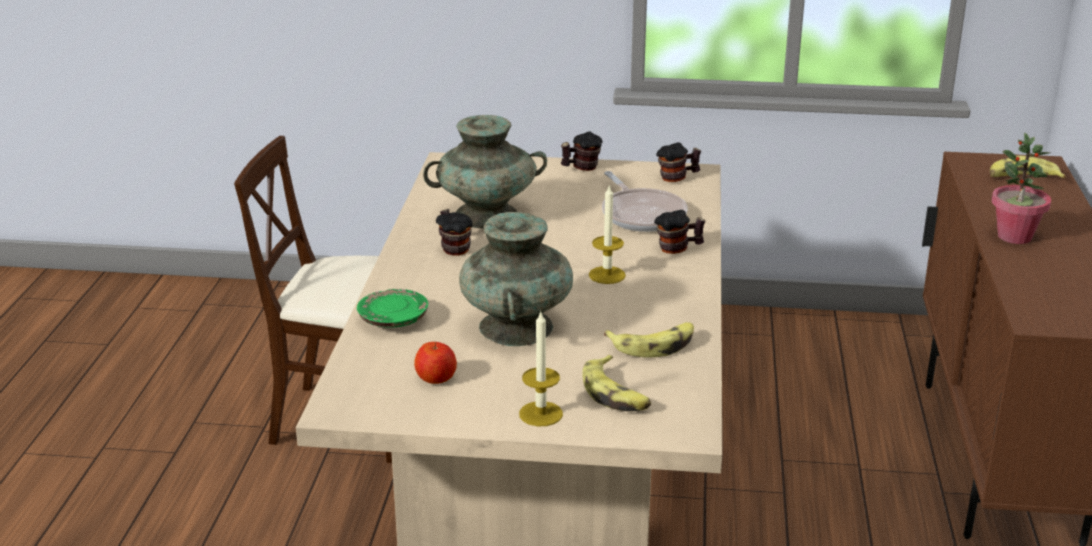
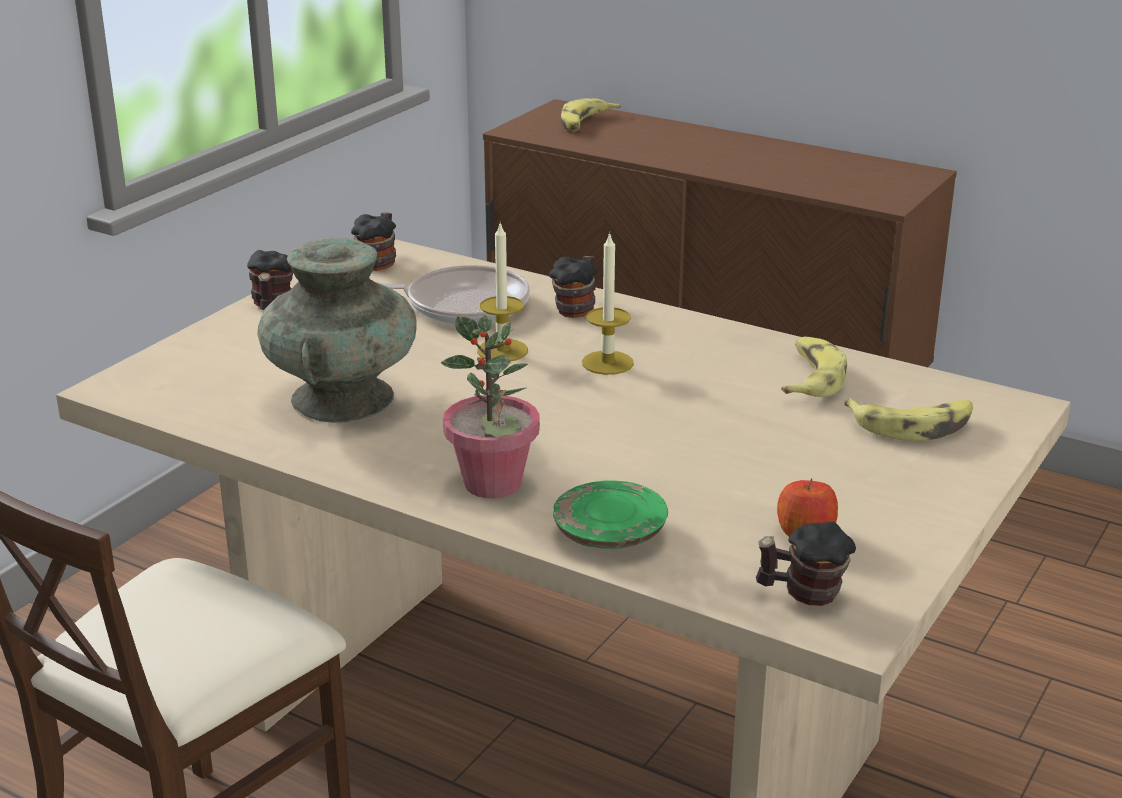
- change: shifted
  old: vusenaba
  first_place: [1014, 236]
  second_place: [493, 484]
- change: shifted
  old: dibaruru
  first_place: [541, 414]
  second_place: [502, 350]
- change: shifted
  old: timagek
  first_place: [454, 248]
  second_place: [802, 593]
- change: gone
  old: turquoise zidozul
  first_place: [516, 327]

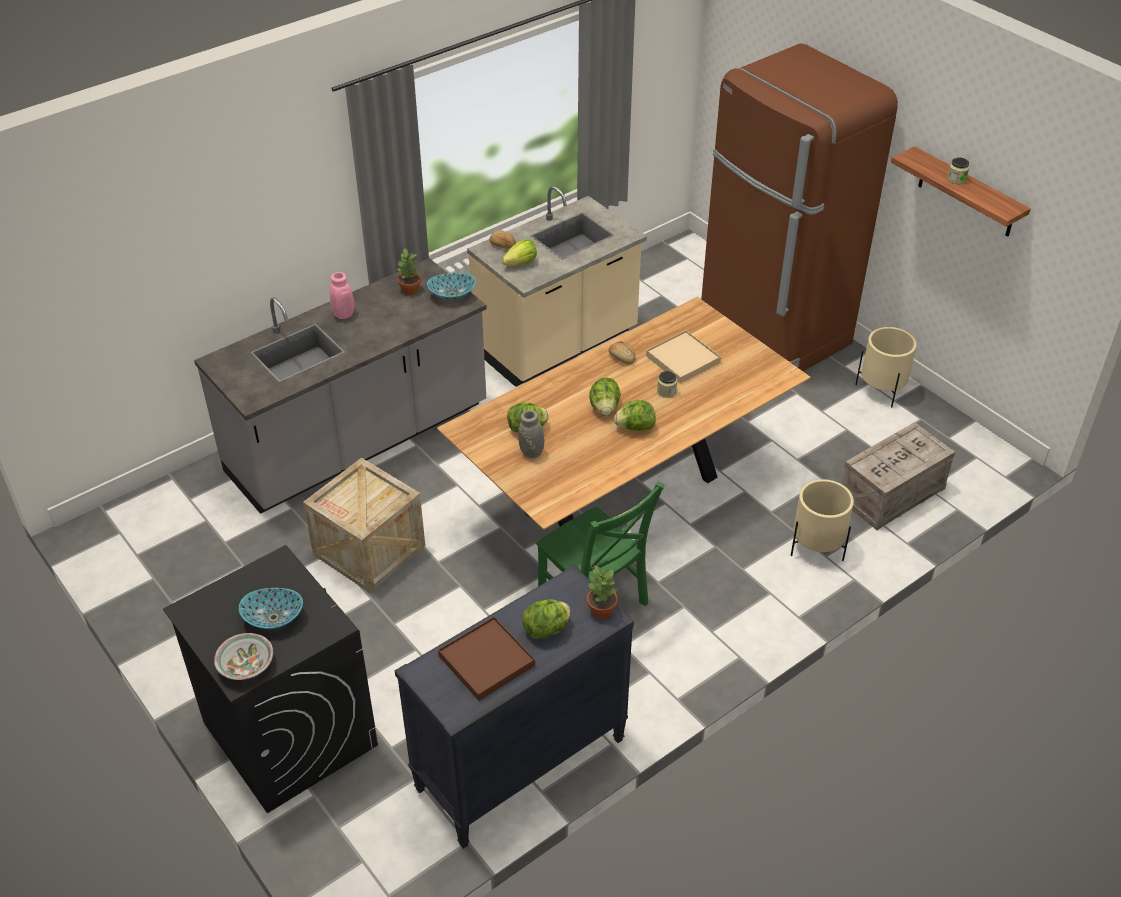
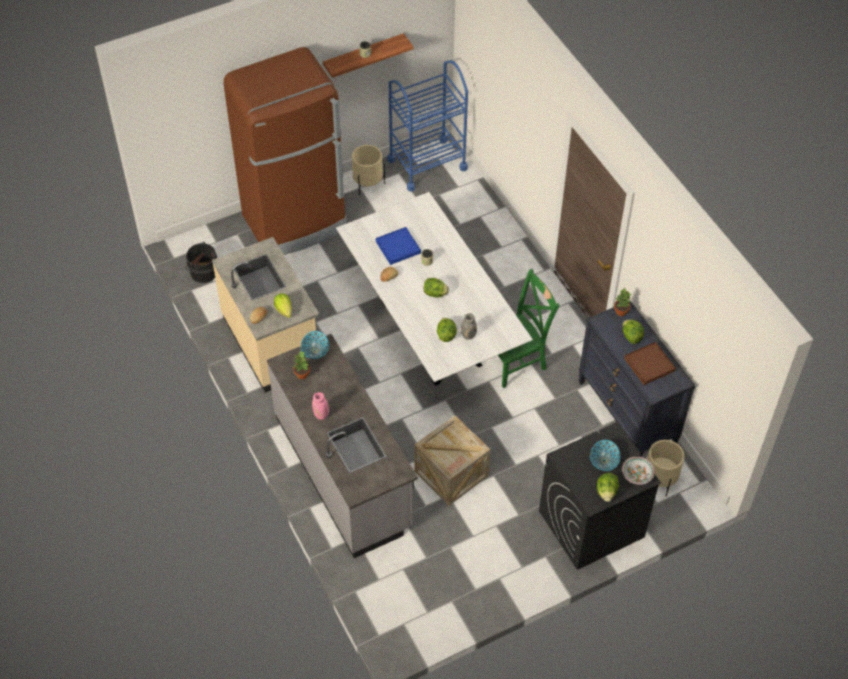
- change: new
  new: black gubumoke
  second_place: [202, 272]
- change: repainted
  old: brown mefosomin
  new: white mefosomin
  first_place: [623, 494]
  second_place: [430, 332]
- change: repainted
  old: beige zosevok
  new: blue zosevok
  first_place: [682, 359]
  second_place: [398, 247]
- change: new
  new: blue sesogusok
  second_place: [427, 164]
- change: shifted
  old: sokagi
  first_place: [635, 427]
  second_place: [606, 492]
- change: shifted
  old: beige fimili
  first_place: [817, 547]
  second_place: [660, 479]
- change: gone
  old: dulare
  first_place: [892, 492]

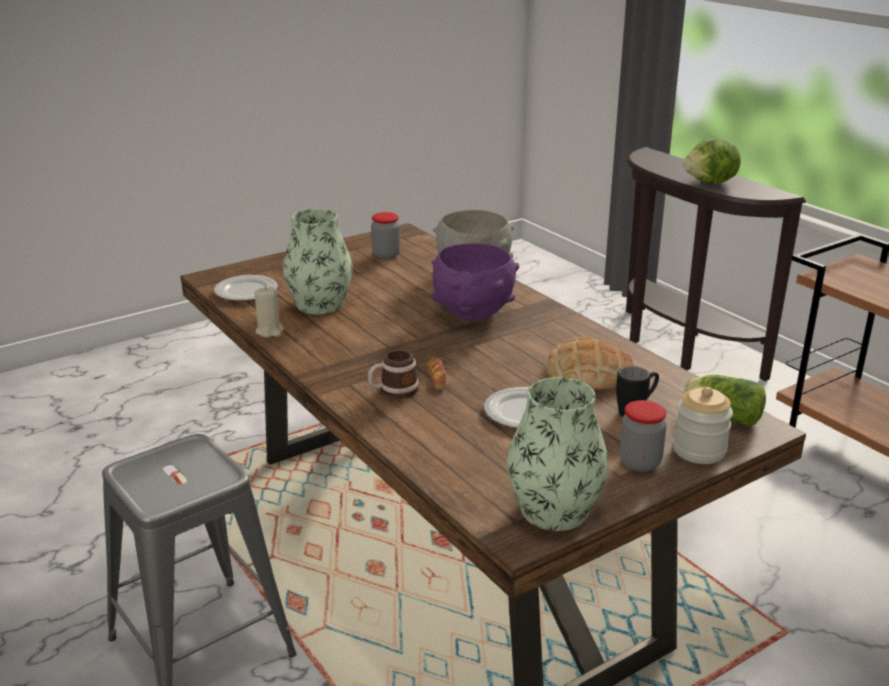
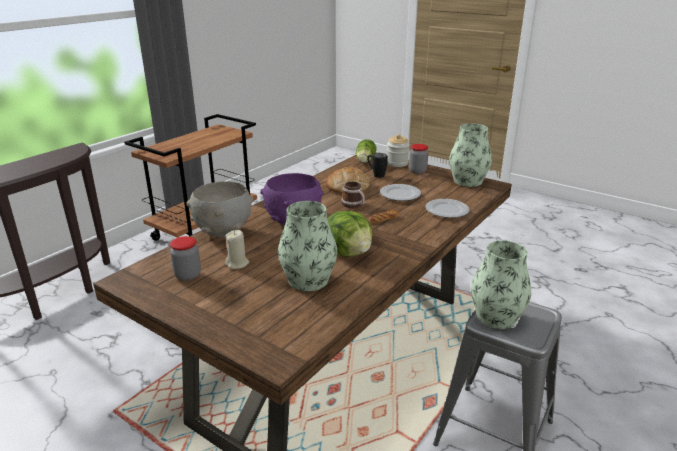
- change: shifted
  old: beige dibaruru
  first_place: [270, 331]
  second_place: [237, 263]
- change: shifted
  old: sokagi
  first_place: [711, 183]
  second_place: [349, 252]
- change: shifted
  old: timagek
  first_place: [393, 391]
  second_place: [354, 205]
- change: shifted
  old: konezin
  first_place: [246, 292]
  second_place: [447, 210]
- change: new
  new: zidozul
  second_place: [496, 317]

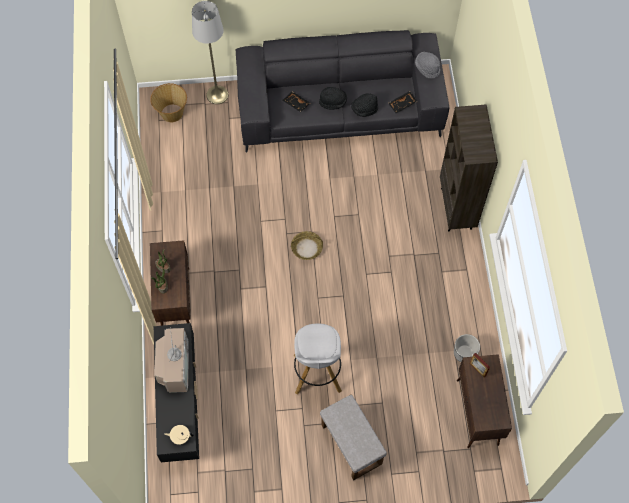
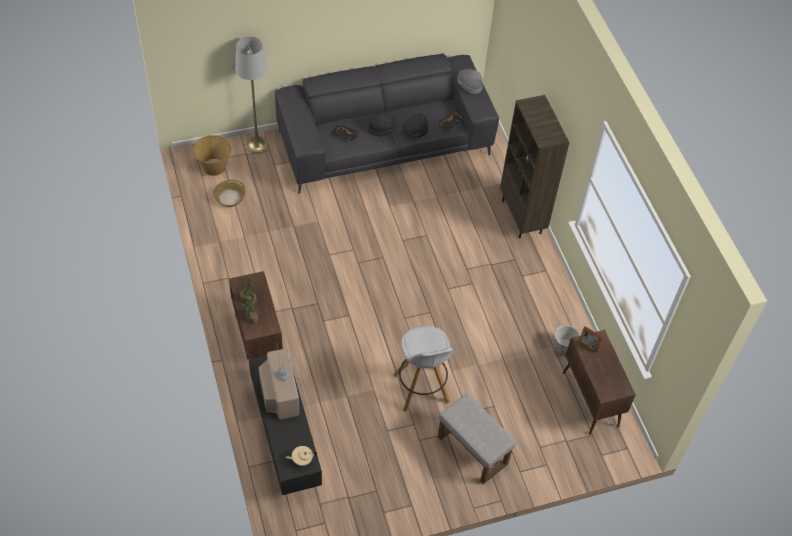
- change: shifted
  old: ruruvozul
  first_place: [307, 248]
  second_place: [230, 197]

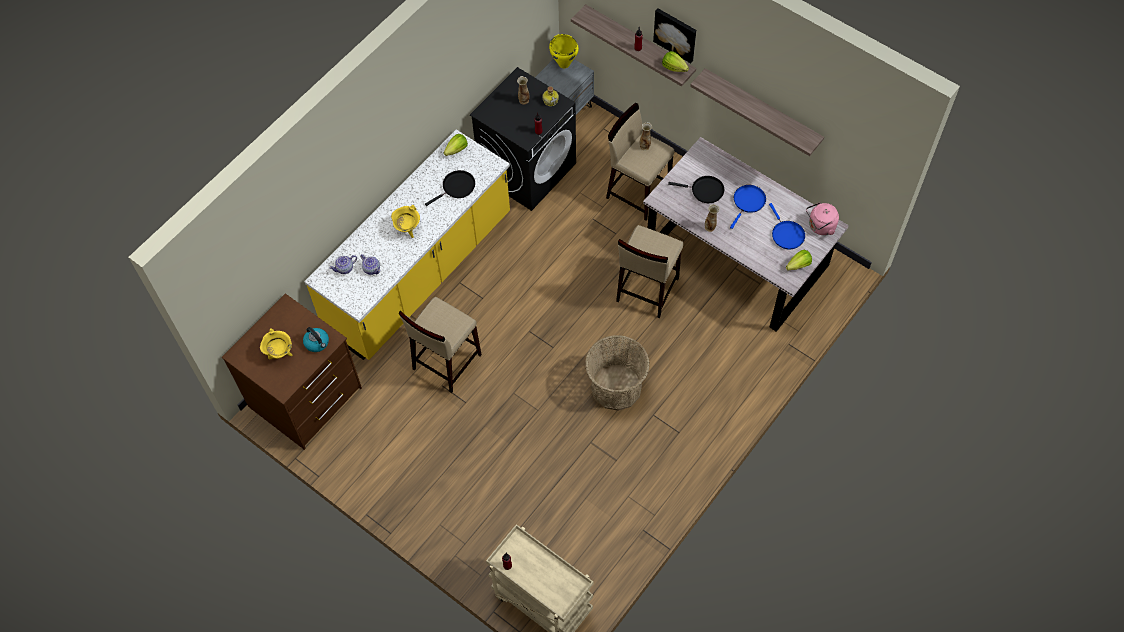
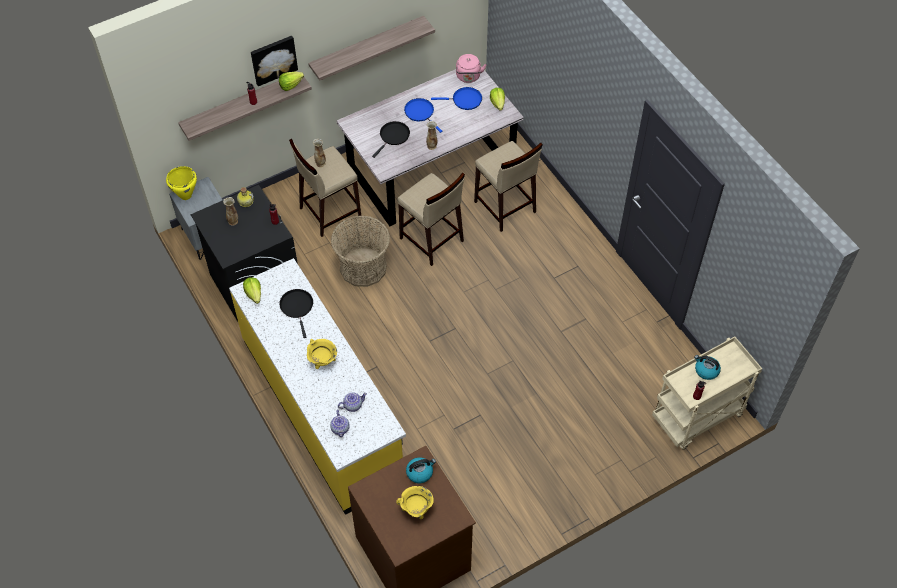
- change: shifted
  old: ruruvozul
  first_place: [616, 387]
  second_place: [363, 267]
- change: shifted
  old: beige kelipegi
  first_place: [446, 362]
  second_place: [504, 207]
- change: new
  new: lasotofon
  second_place: [706, 370]

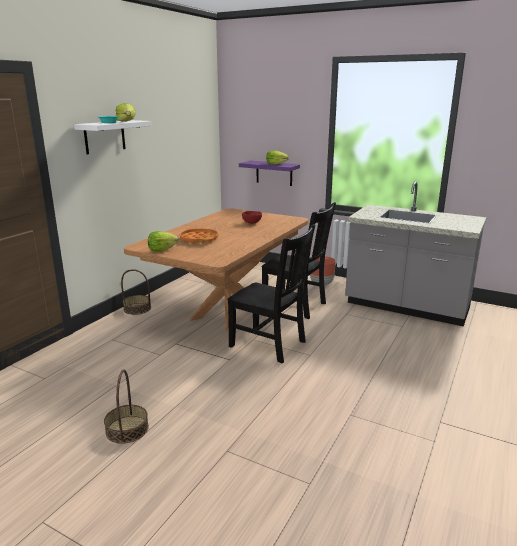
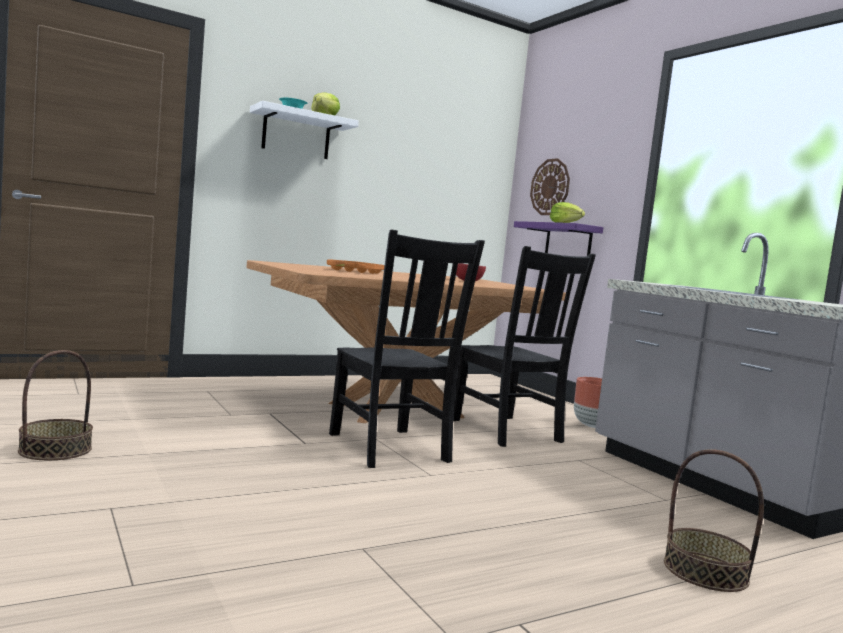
- change: new
  new: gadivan
  second_place: [550, 187]
- change: shifted
  old: ruruvozul
  first_place: [137, 308]
  second_place: [705, 571]
- change: gone
  old: sokagi
  first_place: [162, 250]

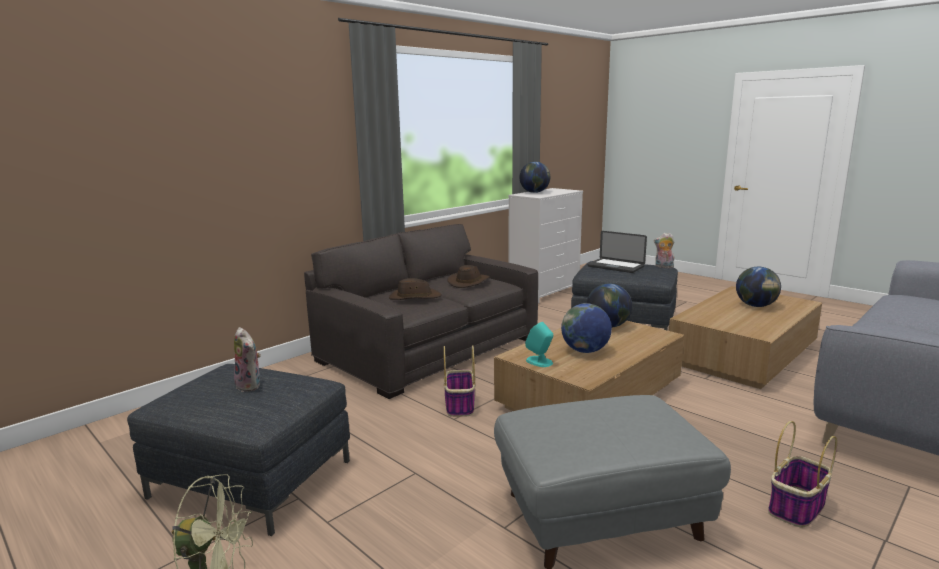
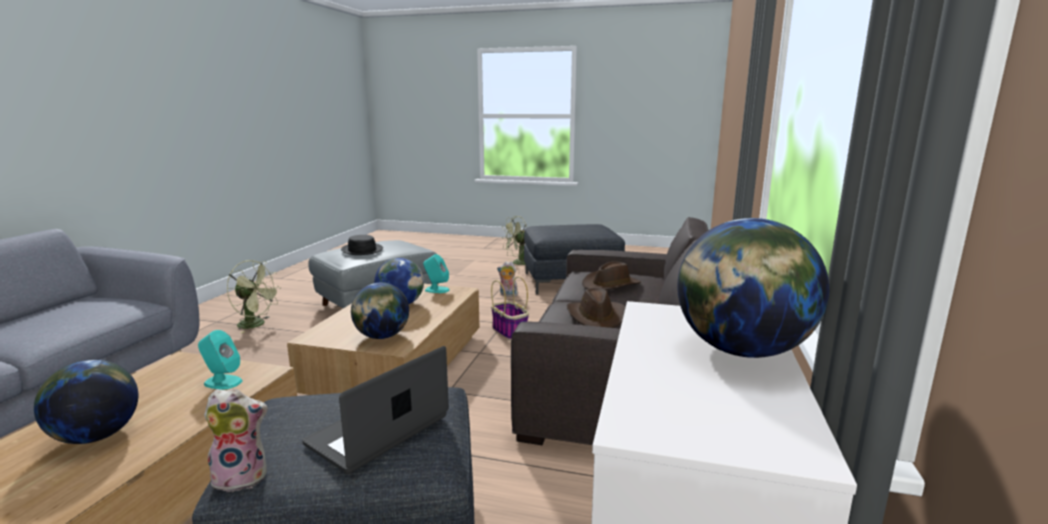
- change: new
  new: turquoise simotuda
  second_place: [222, 382]
- change: swapped
  old: ruruvozul
  new: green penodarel
  first_place: [796, 508]
  second_place: [257, 324]
- change: rotated
  old: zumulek
  first_place: [615, 266]
  second_place: [379, 431]
  degrees: -60
- change: new
  new: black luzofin
  second_place: [362, 250]
- change: shifted
  old: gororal
  first_place: [251, 385]
  second_place: [507, 295]

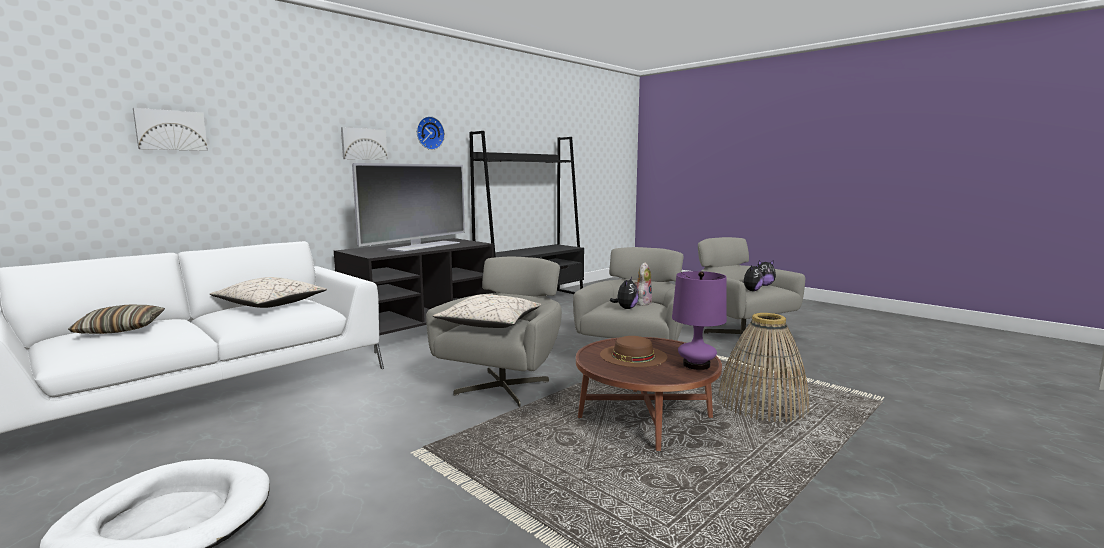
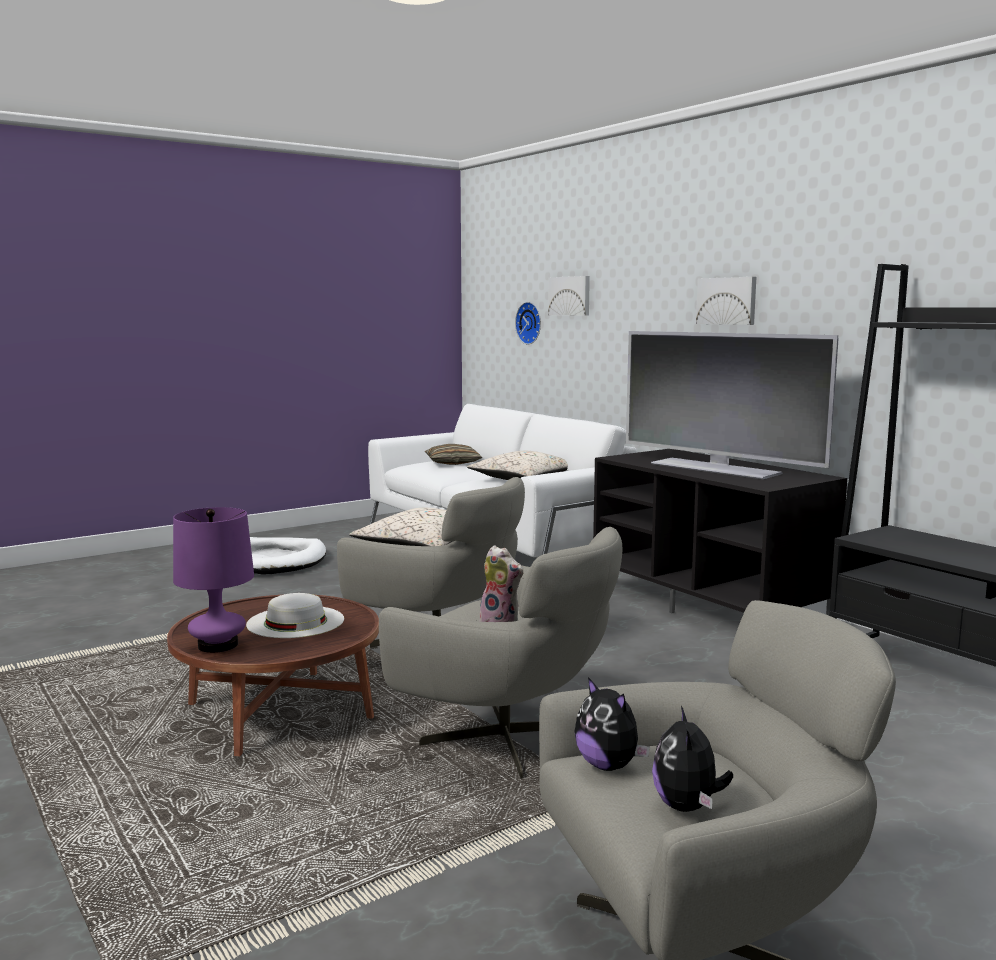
- change: repainted
  old: brown luzofin
  new: white luzofin
  first_place: [633, 355]
  second_place: [295, 621]
- change: shifted
  old: gadivan
  first_place: [429, 133]
  second_place: [530, 323]
- change: gone
  old: gororal
  first_place: [626, 308]
- change: gone
  old: ruruvozul
  first_place: [762, 404]

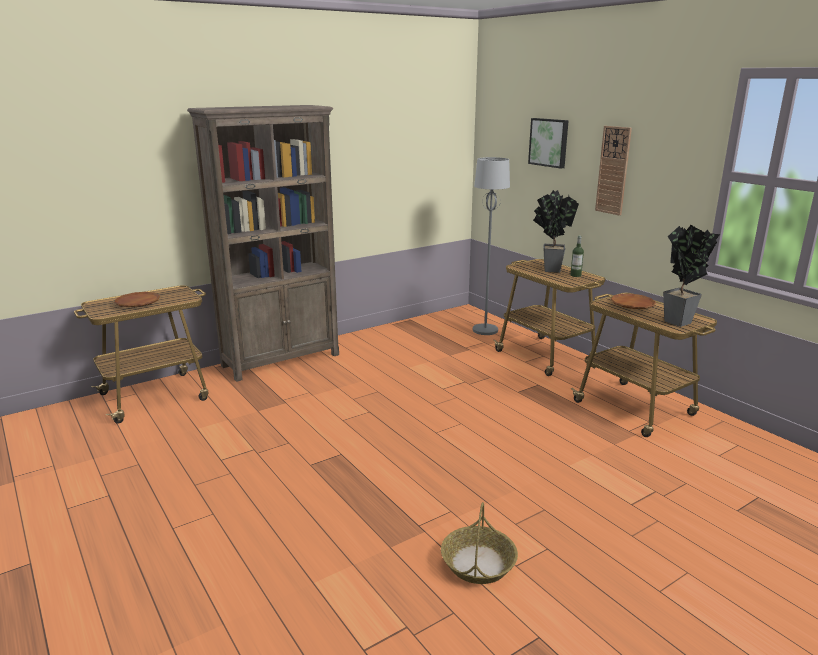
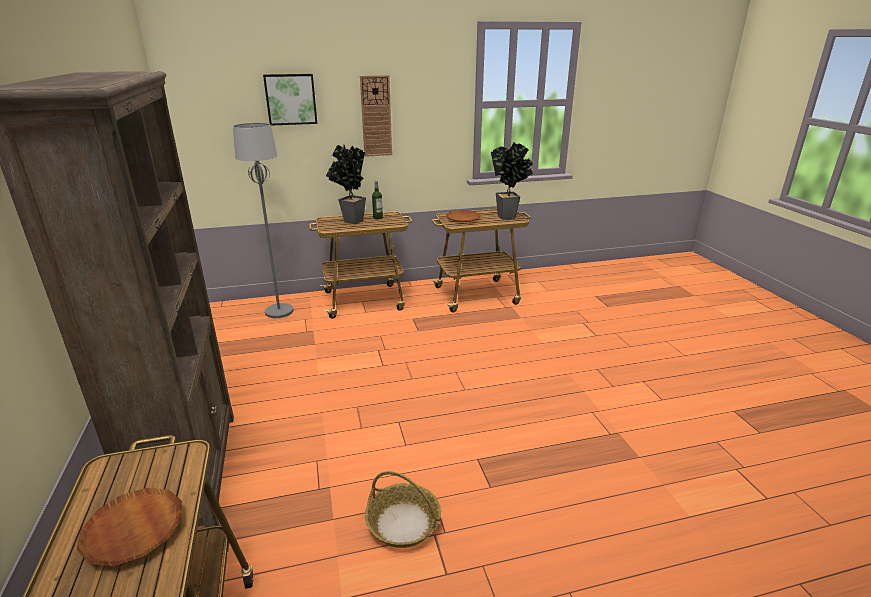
- change: shifted
  old: ruruvozul
  first_place: [478, 563]
  second_place: [404, 523]

